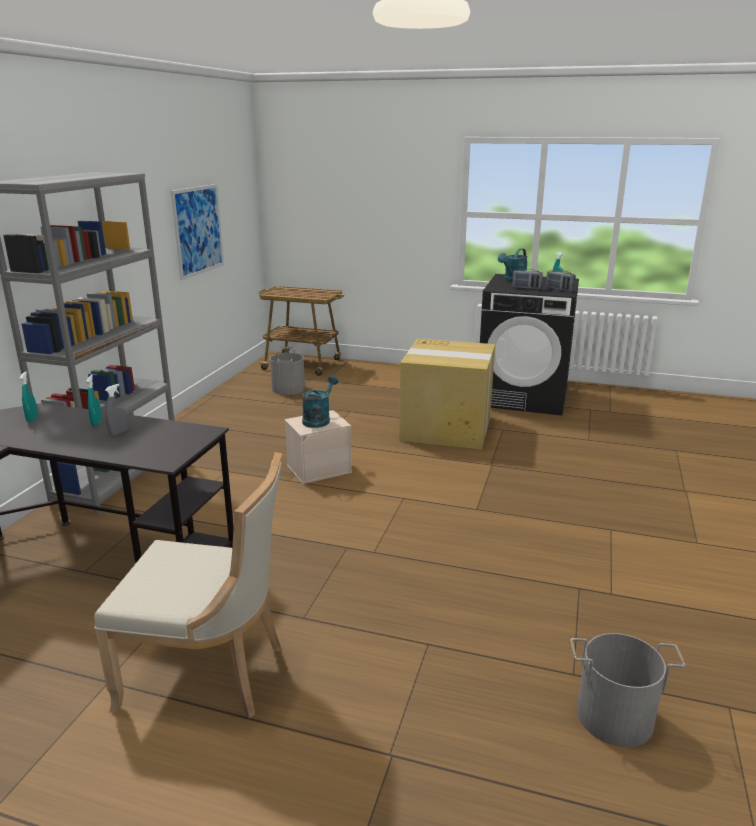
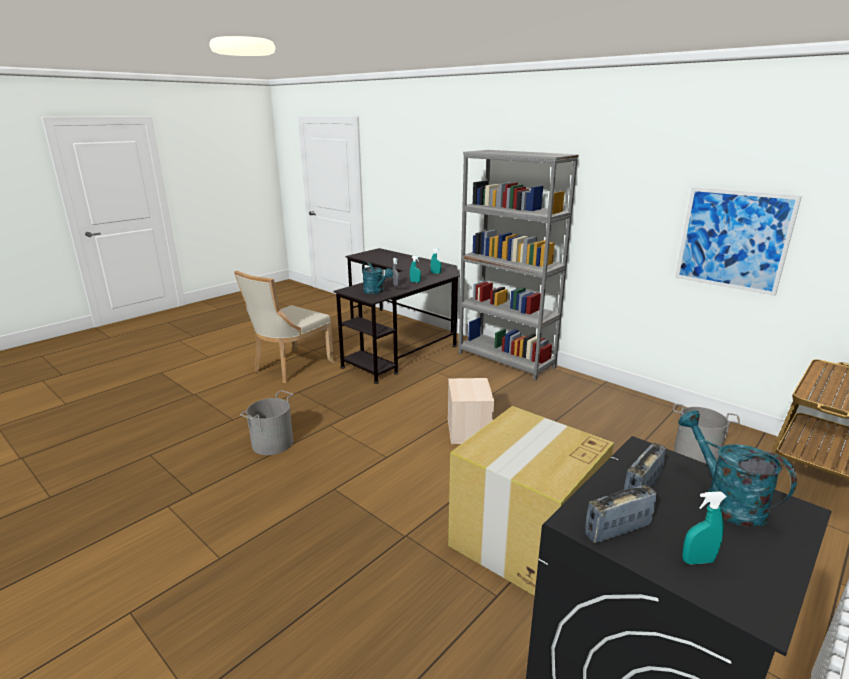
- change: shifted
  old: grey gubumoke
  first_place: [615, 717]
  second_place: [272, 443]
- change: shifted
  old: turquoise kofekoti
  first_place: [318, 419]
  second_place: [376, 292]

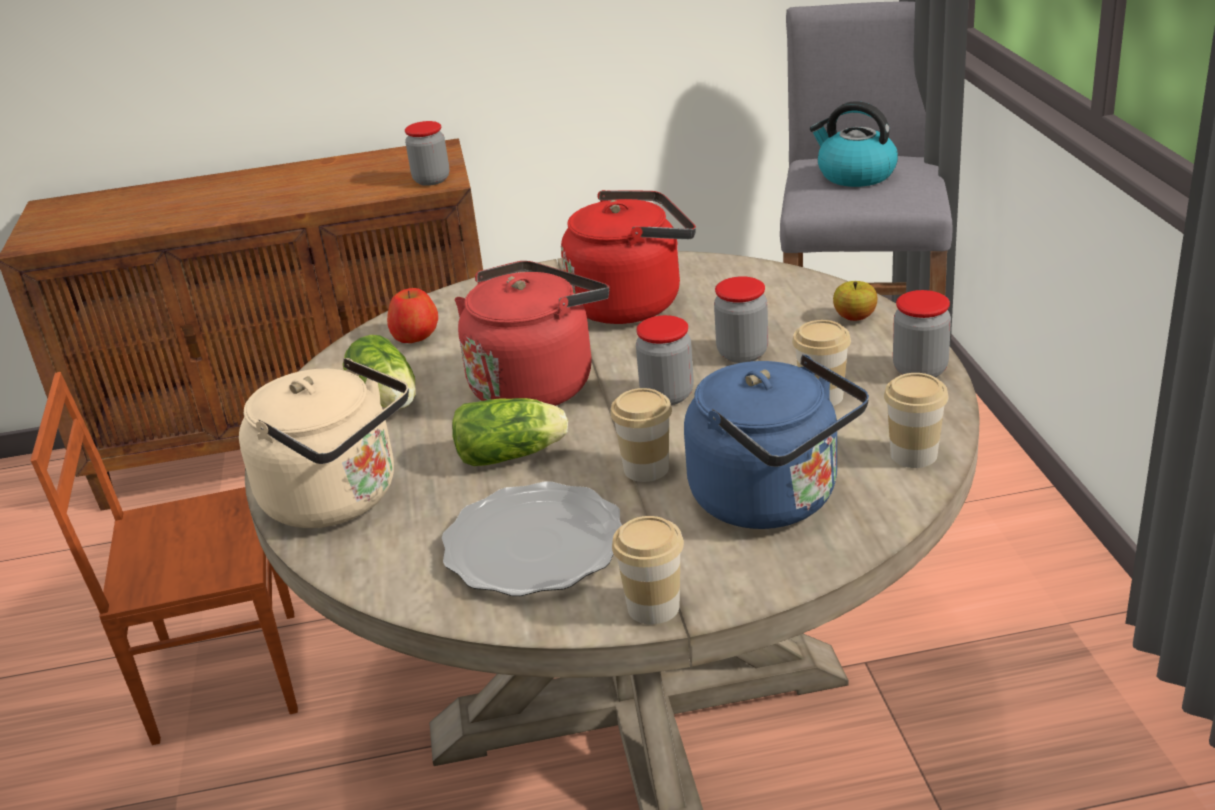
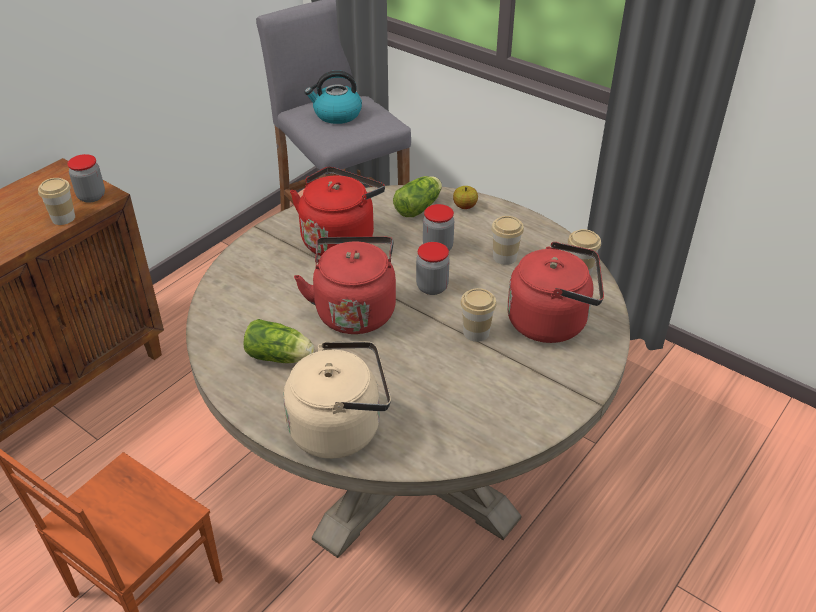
- change: shifted
  old: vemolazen
  first_place: [653, 607]
  second_place: [63, 218]
- change: shifted
  old: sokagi
  first_place: [514, 455]
  second_place: [420, 207]
- change: repainted
  old: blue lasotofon
  new: red lasotofon
  first_place: [773, 500]
  second_place: [552, 321]
- change: gone
  old: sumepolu
  first_place: [415, 335]
- change: gone
  old: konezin
  first_place: [535, 546]
- change: gone
  old: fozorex
  first_place: [920, 370]

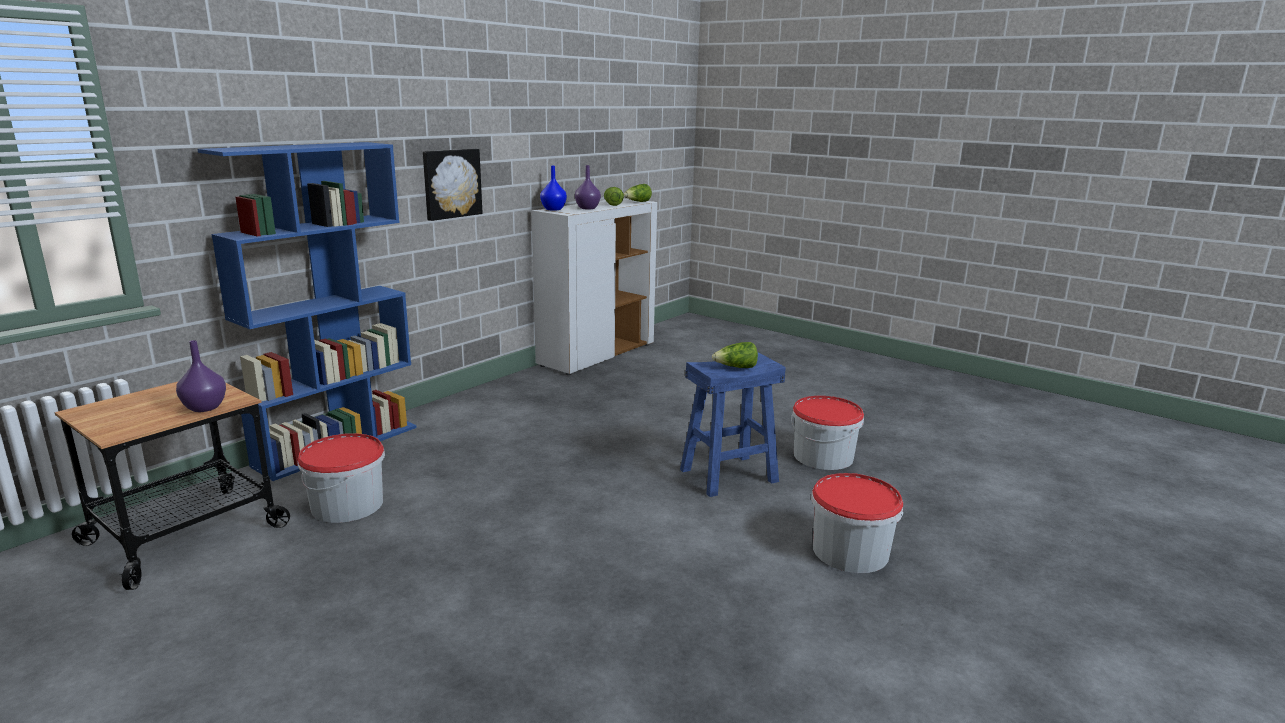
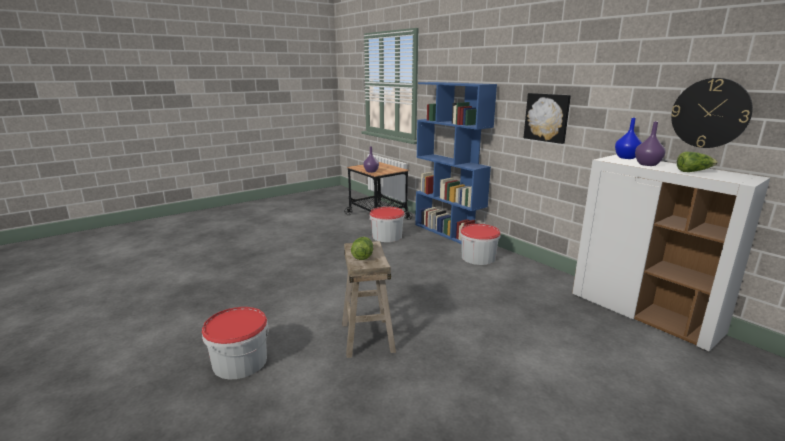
- change: repainted
  old: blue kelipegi
  new: beige kelipegi
  first_place: [728, 475]
  second_place: [368, 337]
- change: shifted
  old: gubumoke
  first_place: [823, 456]
  second_place: [478, 257]
- change: new
  new: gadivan
  second_place: [710, 113]
- change: gone
  old: sokagi
  first_place: [637, 202]

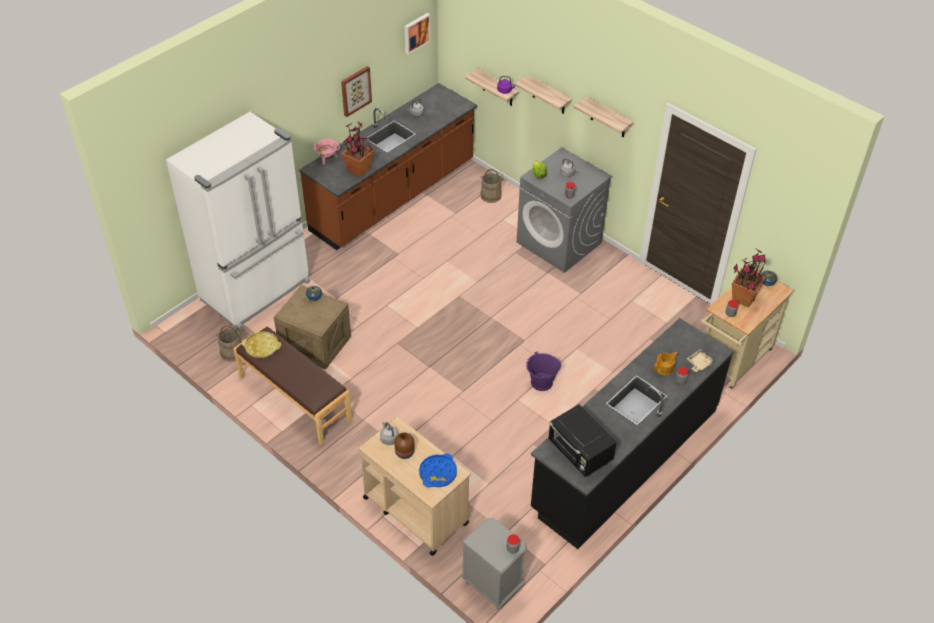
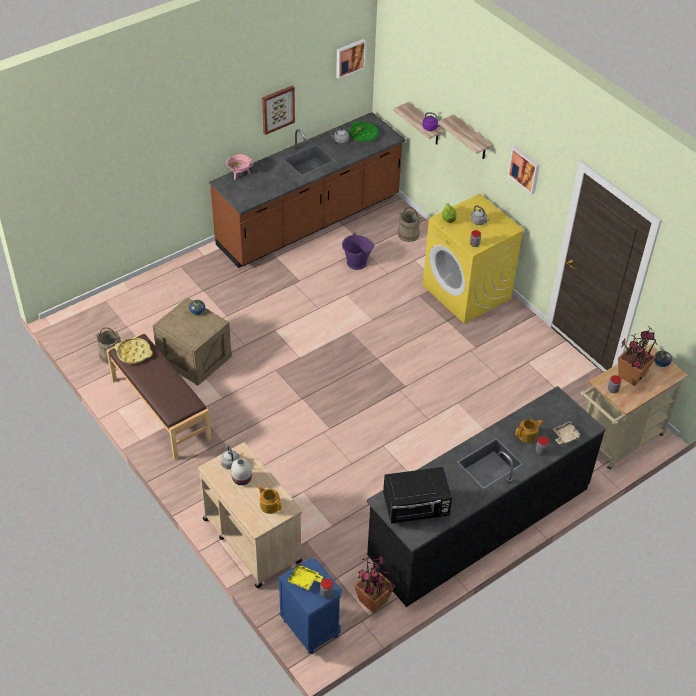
- change: repainted
  old: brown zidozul
  new: white zidozul
  first_place: [404, 452]
  second_place: [241, 479]
- change: swapped
  old: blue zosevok
  new: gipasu
  first_place: [438, 473]
  second_place: [269, 505]
- change: repainted
  old: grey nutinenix
  new: blue nutinenix
  first_place: [492, 585]
  second_place: [310, 628]
- change: new
  new: yellow zosevok
  second_place: [304, 580]
- change: shifted
  old: purple gubumoke
  first_place: [541, 383]
  second_place: [356, 263]
- change: new
  new: green zosevok
  second_place: [363, 134]
- change: shifted
  old: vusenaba
  first_place: [359, 170]
  second_place: [373, 601]
- change: rotated
  old: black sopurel
  first_place: [580, 453]
  second_place: [416, 508]
  degrees: -75
- change: repainted
  old: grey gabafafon
  new: yellow gabafafon
  first_place: [559, 242]
  second_place: [467, 292]
- change: swapped
  old: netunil
  new: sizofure
  first_place: [608, 118]
  second_place: [525, 169]
- change: gone
  old: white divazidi
  first_place: [257, 291]

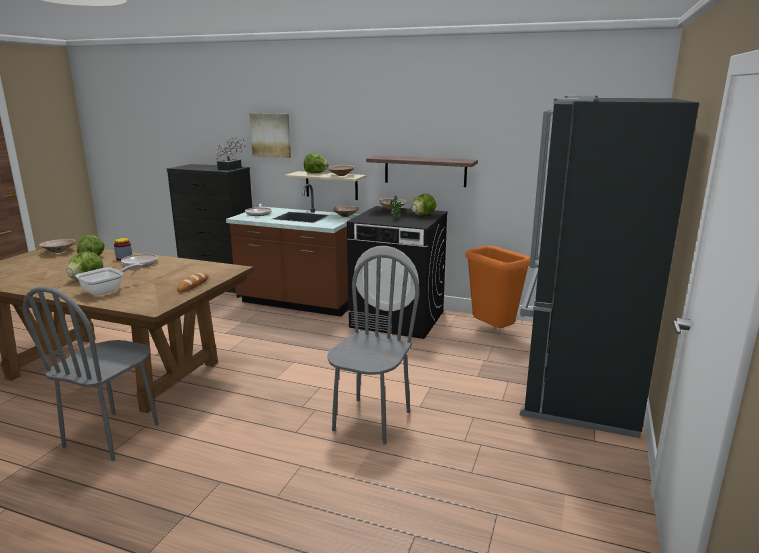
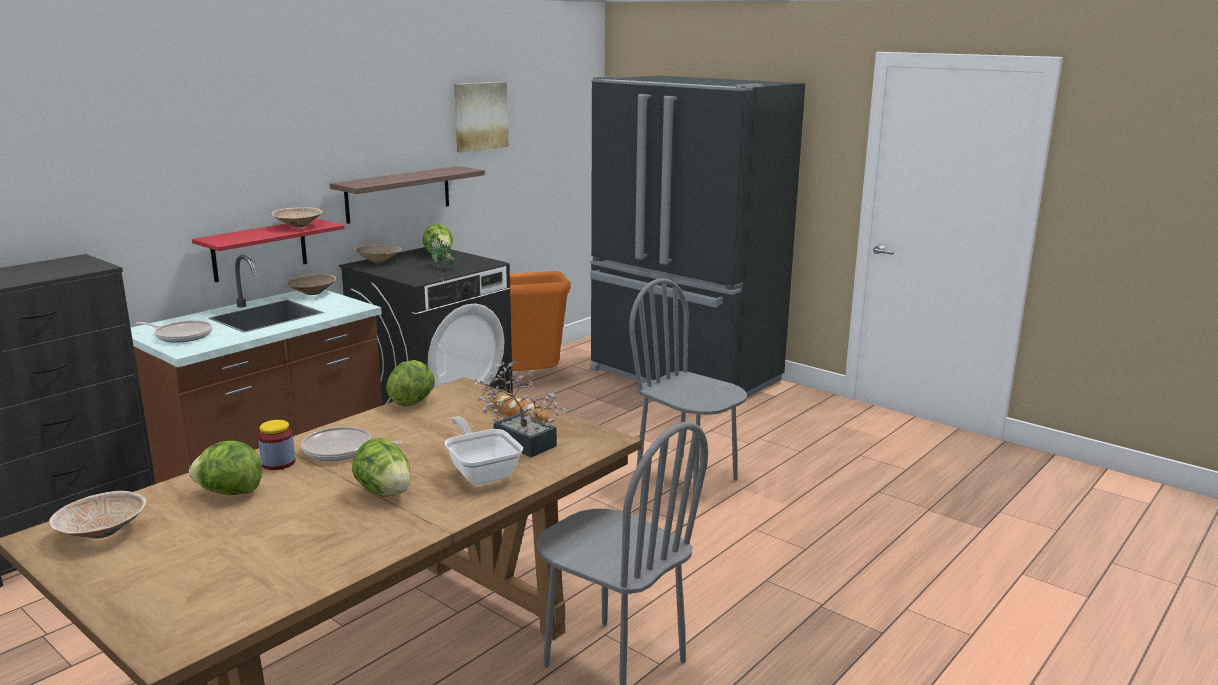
- change: repainted
  old: beige netunil
  new: red netunil
  first_place: [331, 185]
  second_place: [259, 250]
- change: shifted
  old: sokagi
  first_place: [315, 173]
  second_place: [413, 402]
- change: shifted
  old: sizofure
  first_place: [271, 135]
  second_place: [480, 116]
- change: shifted
  old: vusenaba
  first_place: [231, 168]
  second_place: [520, 441]

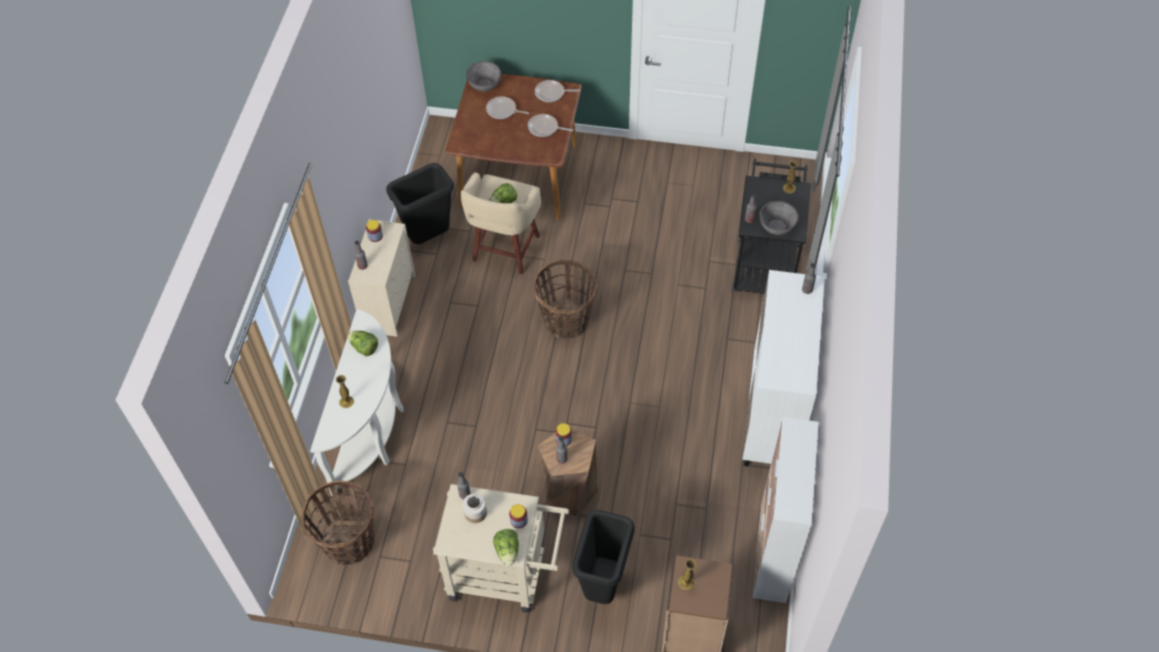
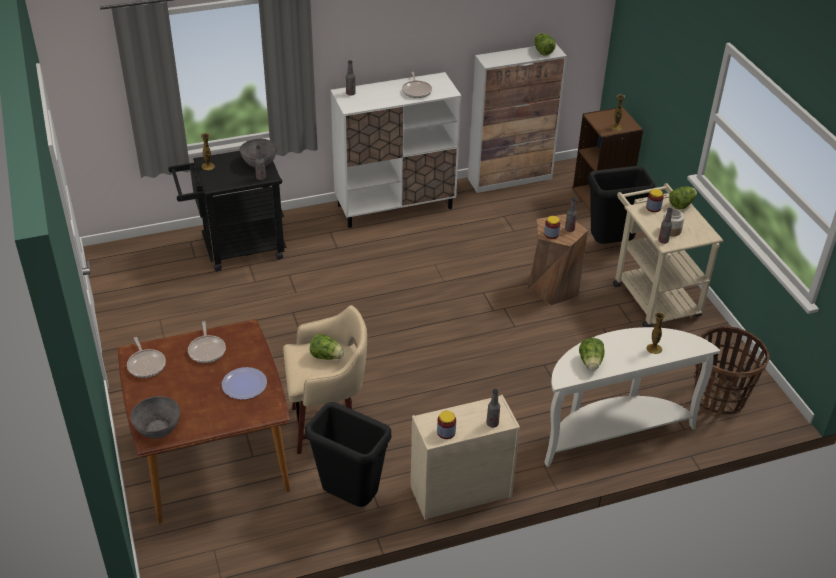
- change: new
  new: konezin
  second_place: [244, 384]
- change: shifted
  old: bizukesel
  first_place: [503, 110]
  second_place: [416, 91]
- change: new
  new: sokagi
  second_place: [542, 51]
- change: gone
  old: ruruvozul
  first_place: [566, 320]

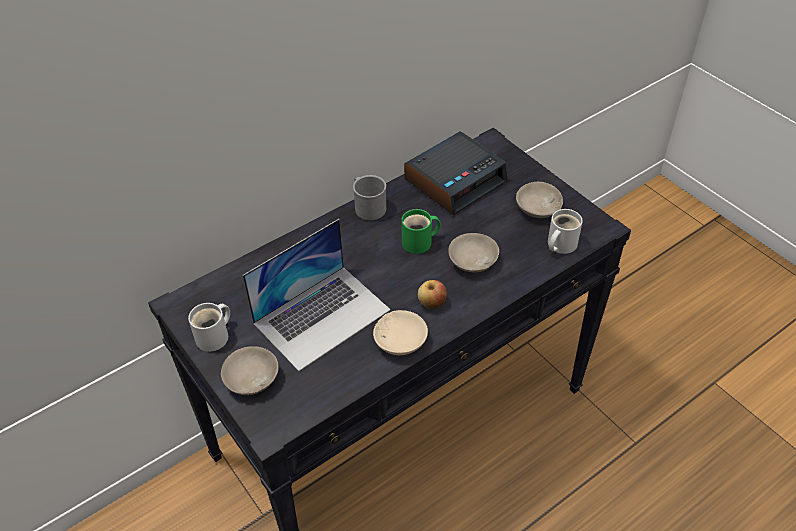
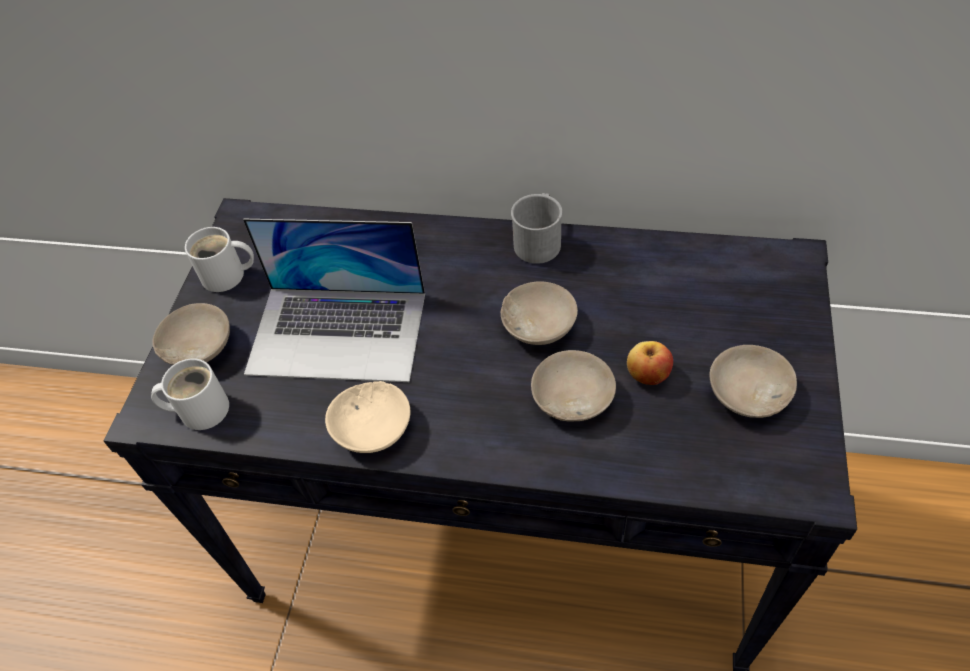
- change: shifted
  old: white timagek
  first_place: [559, 244]
  second_place: [200, 408]
- change: swapped
  old: green timagek
  new: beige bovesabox
  first_place: [420, 243]
  second_place: [541, 326]
- change: shifted
  old: sumepolu
  first_place: [432, 303]
  second_place: [647, 375]
- change: gone
  old: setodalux
  first_place: [455, 180]

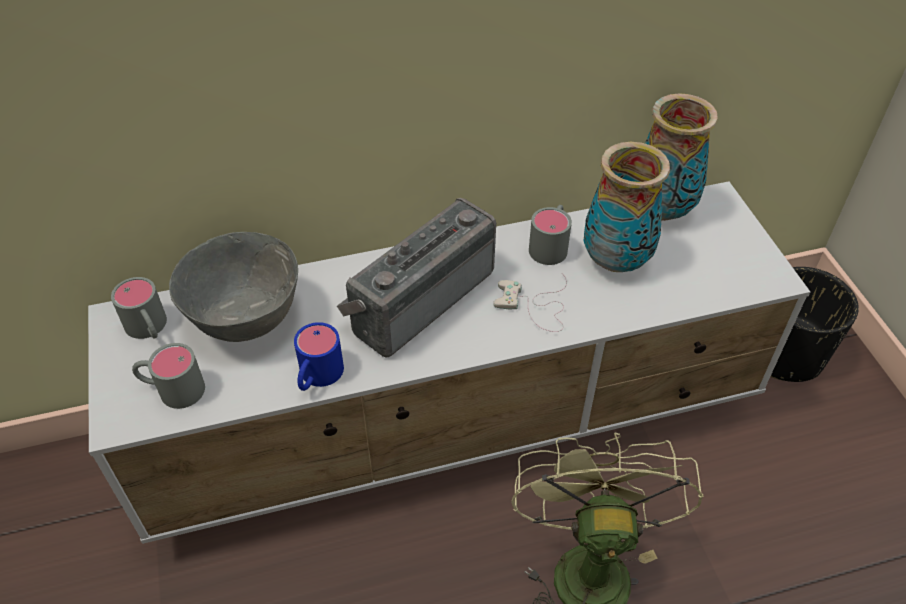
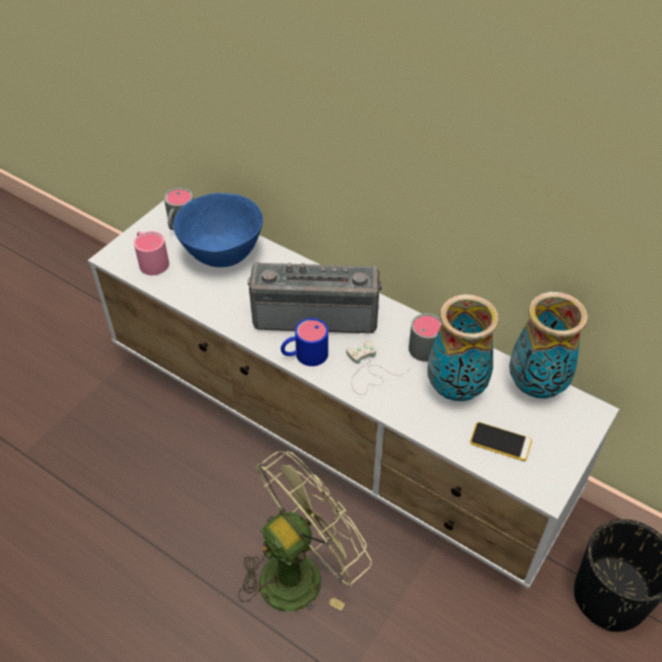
- change: repainted
  old: grey timagek
  new: pink timagek
  first_place: [172, 389]
  second_place: [151, 260]
- change: repainted
  old: grey bovesabox
  new: blue bovesabox
  first_place: [245, 320]
  second_place: [222, 255]
- change: shifted
  old: blue timagek
  first_place: [317, 377]
  second_place: [304, 355]
- change: new
  new: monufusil
  second_place: [500, 442]

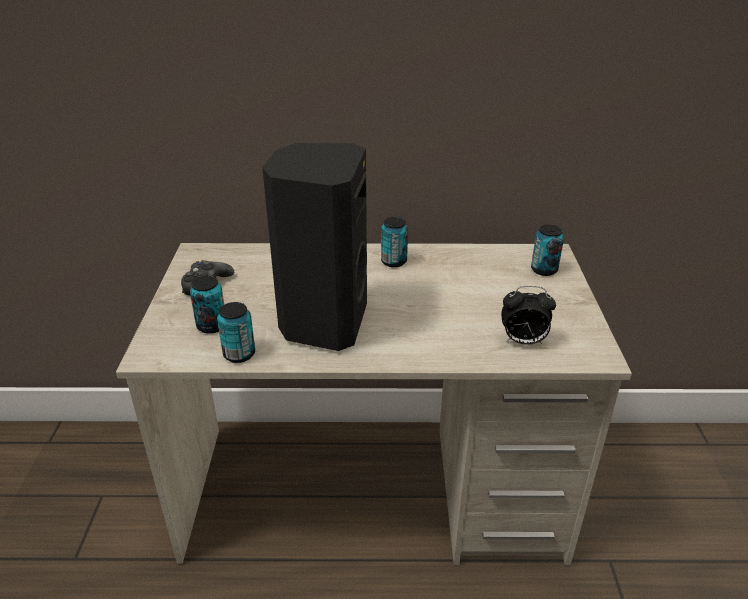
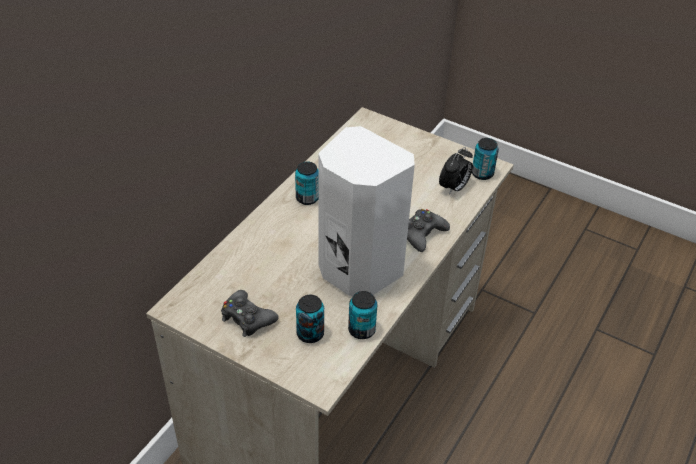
- change: repainted
  old: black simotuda
  new: white simotuda
  first_place: [322, 323]
  second_place: [357, 270]
- change: new
  new: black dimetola
  second_place: [422, 234]
- change: shifted
  old: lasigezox
  first_place: [544, 270]
  second_place: [482, 173]

